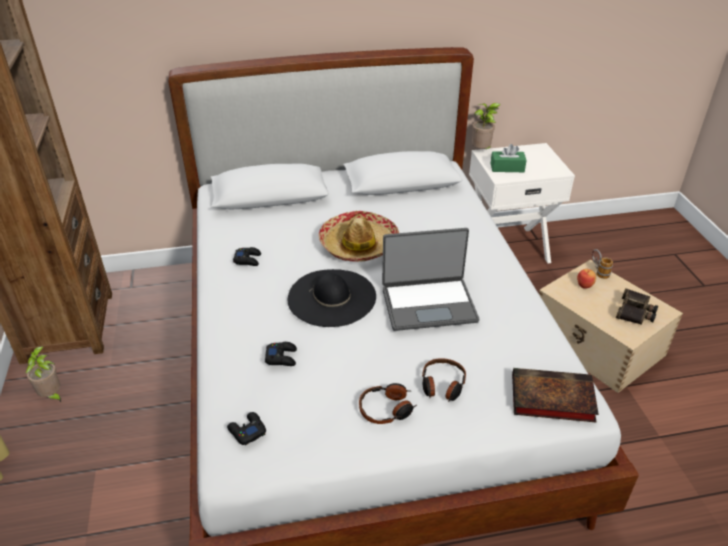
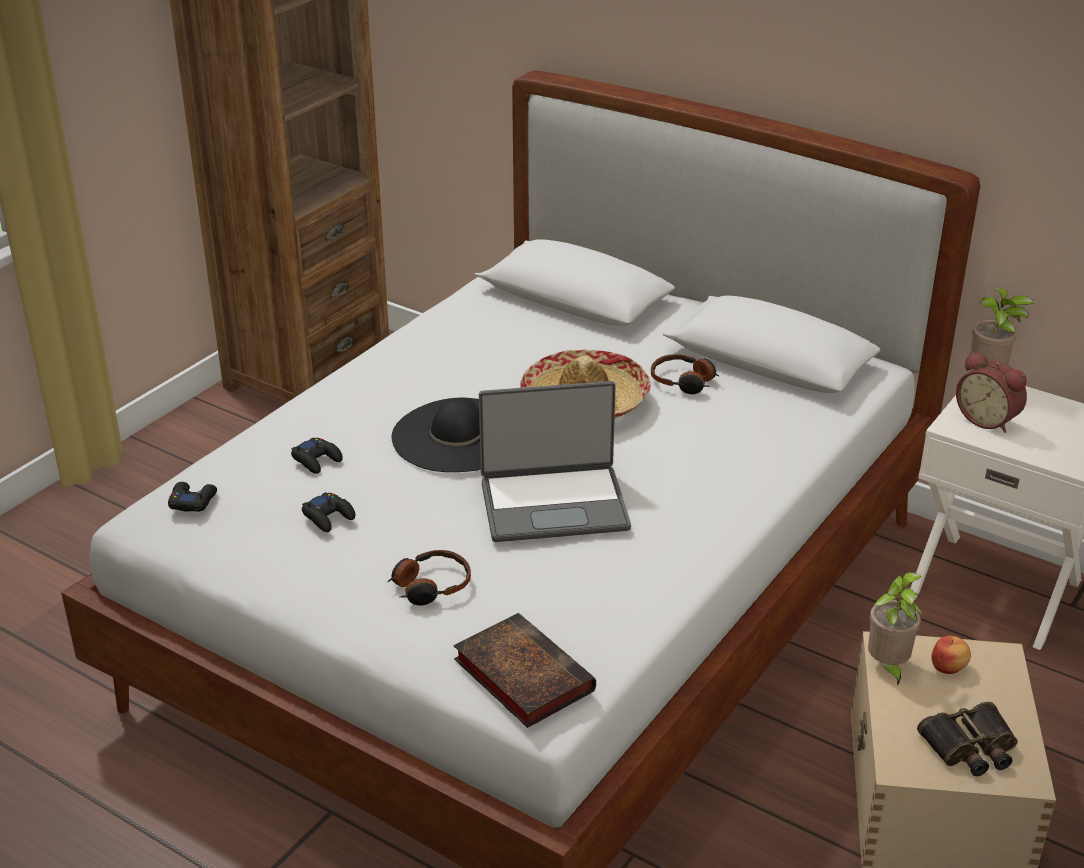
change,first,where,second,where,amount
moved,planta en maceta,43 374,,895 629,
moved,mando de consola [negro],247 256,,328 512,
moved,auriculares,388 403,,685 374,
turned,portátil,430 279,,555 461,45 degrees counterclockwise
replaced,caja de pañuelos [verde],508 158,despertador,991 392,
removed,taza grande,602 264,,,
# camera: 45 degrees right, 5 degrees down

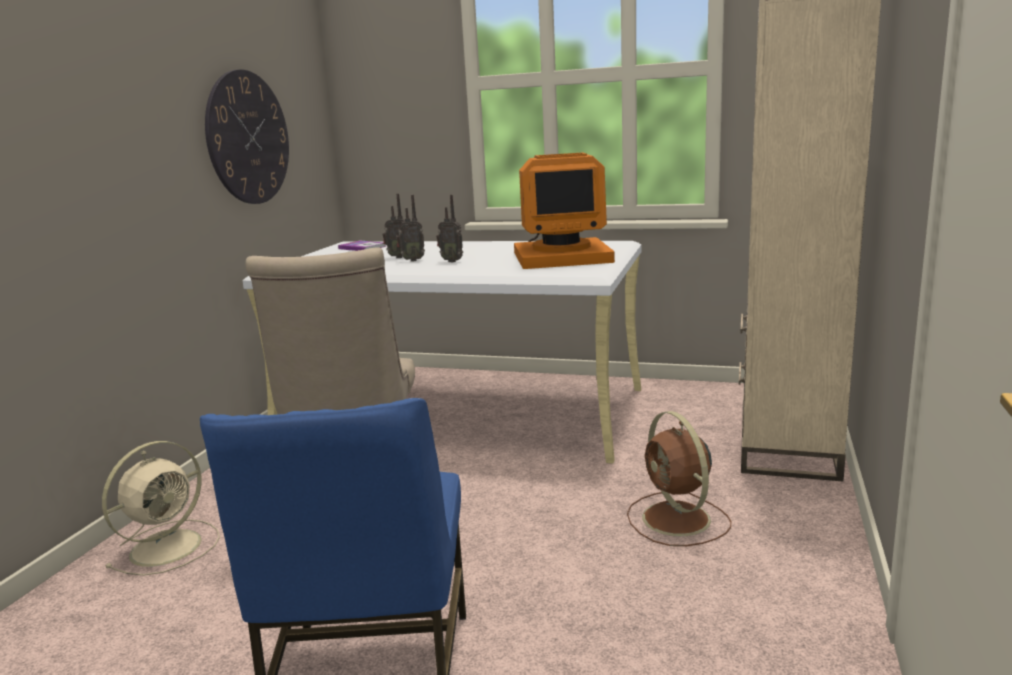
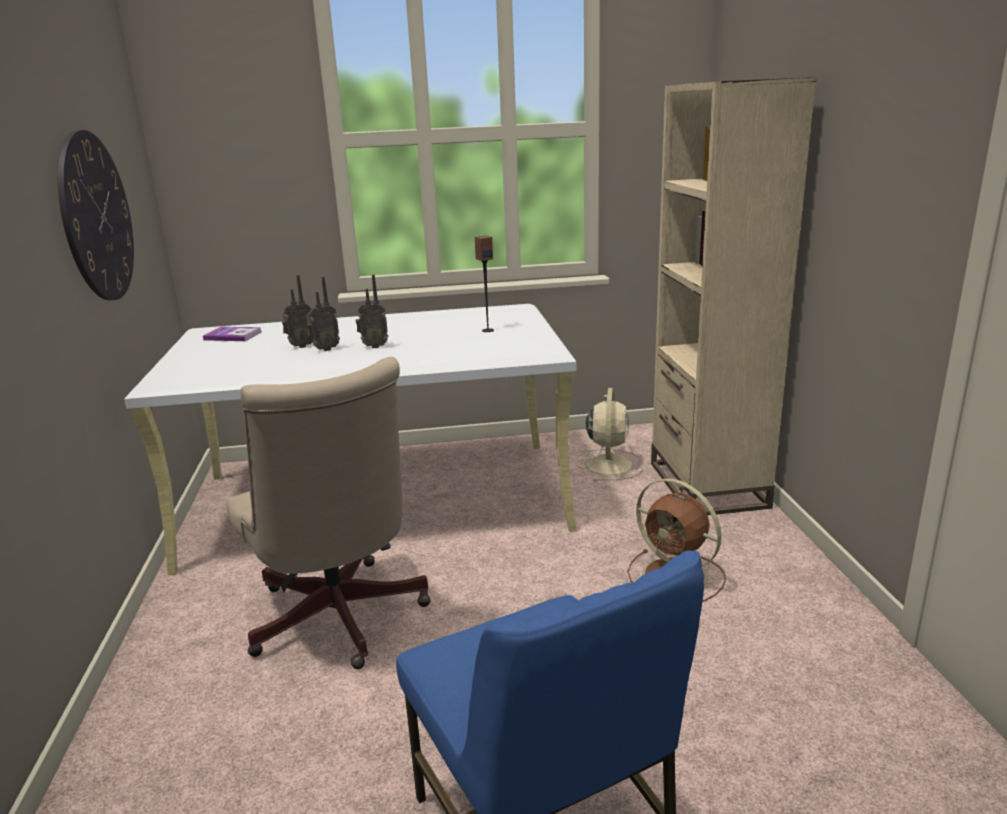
change,first,where,second,where,amount
moved,ventilador [beis],161 508,,608 434,
replaced,monitor,564 210,altavoz,484 284,
# camera: 25 degrees left, 5 degrees up

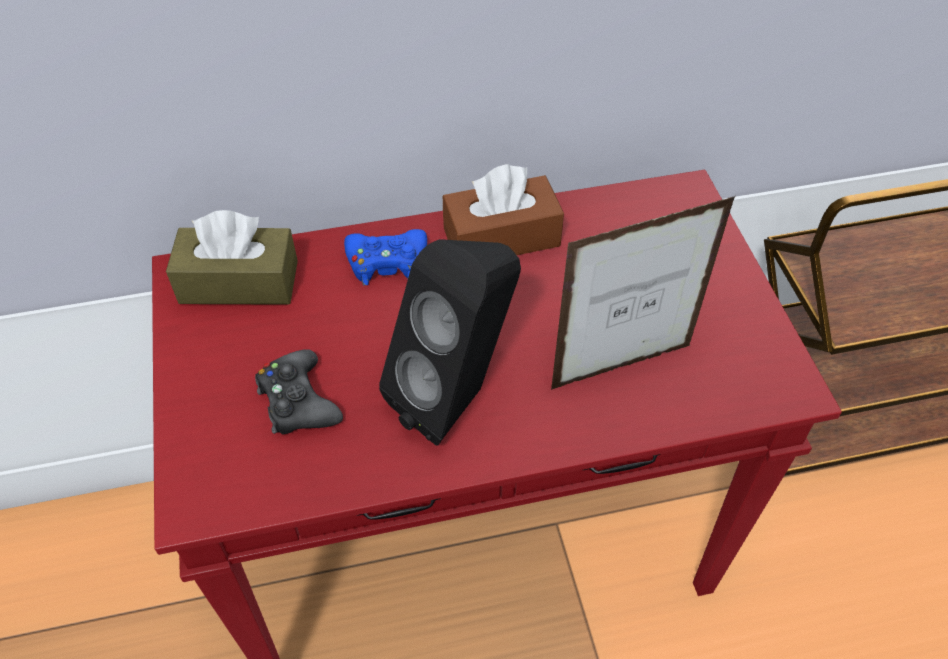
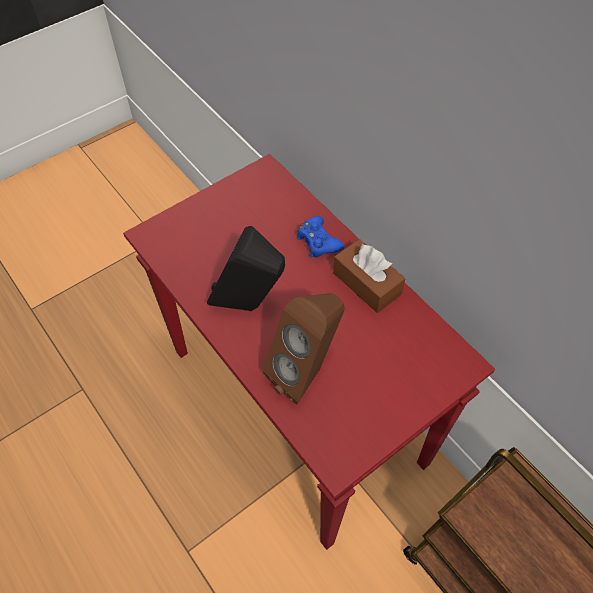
change,first,where,second,where,amount
removed,caja de pañuelos [marrón],232 257,,,
removed,mando de consola [negro],299 392,,,
replaced,portarretratos,643 293,altavoz [marrón],304 348,
# camera: 65 degrees right, 5 degrees up

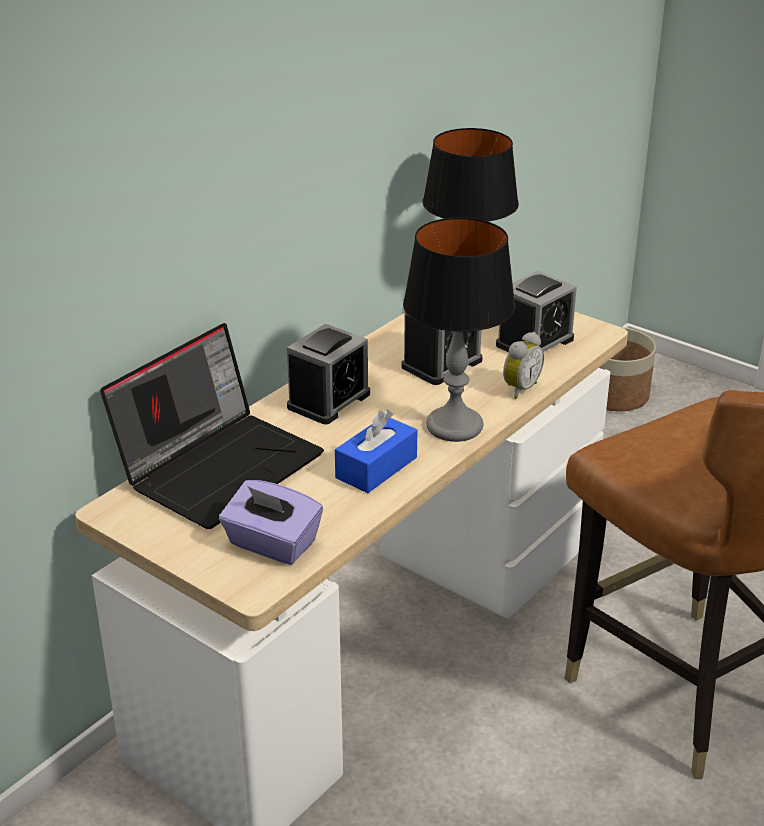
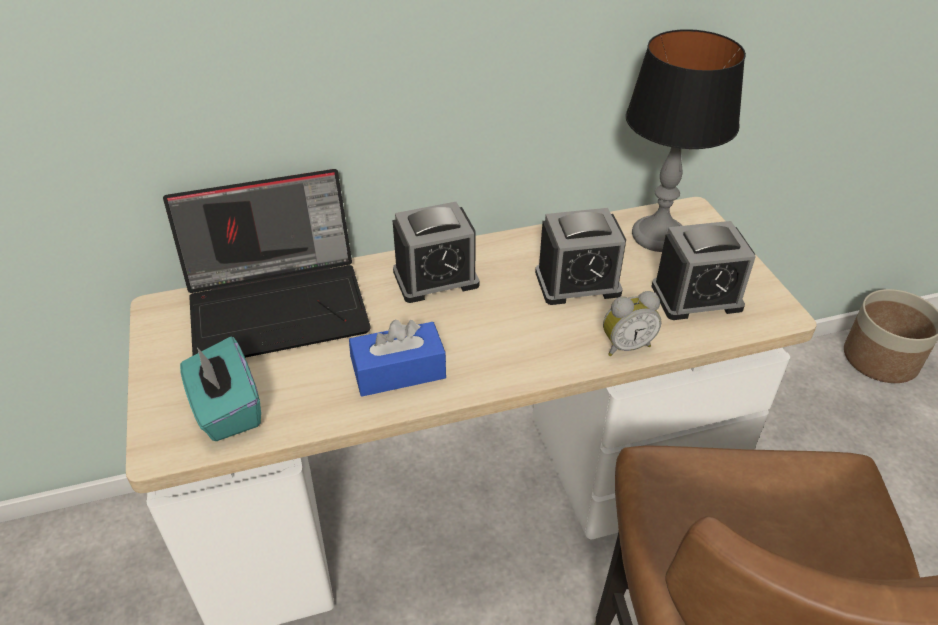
change,first,where,second,where,amount
recoloured,caja de pañuelos [morado],271 522,caja de pañuelos [turquesa],220 388,
removed,lámpara de mesa,459 330,,,
# camera: 35 degrees right, 10 degrees up

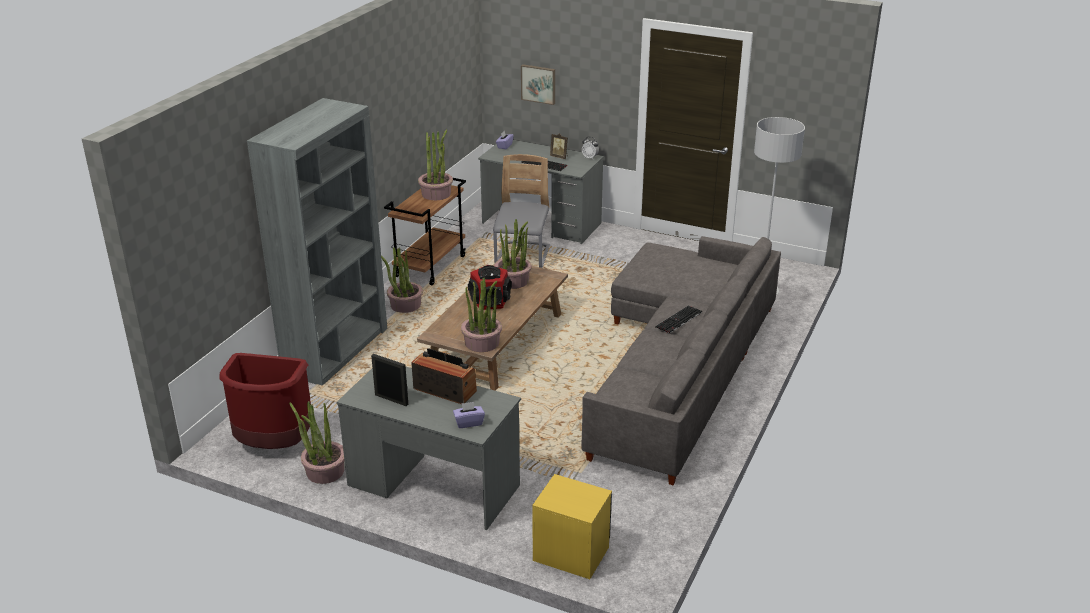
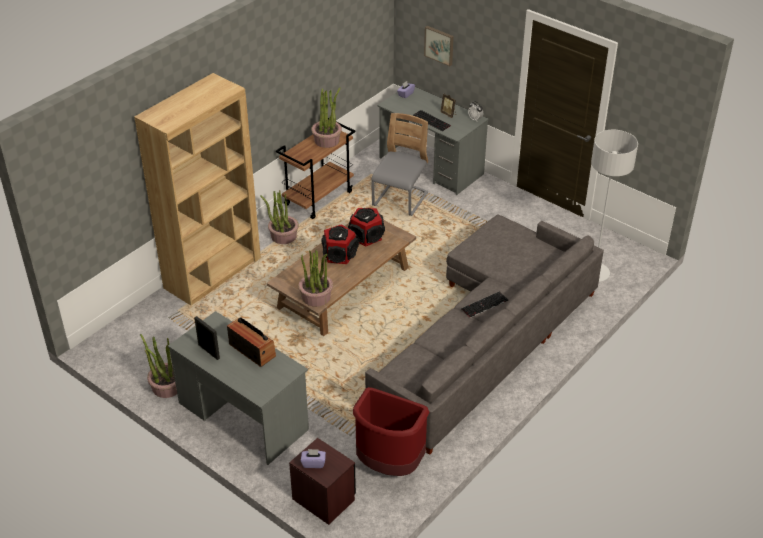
change,first,where,second,where,amount
moved,papelera [rojo],265 401,,391 431,
recoloured,estantería [gris],317 242,estantería [marrón],197 189,
moved,caja de pañuelos [morado],469 415,,313 458,
replaced,planta en maceta,513 254,altavoz,366 227,
recoloured,mesita de noche [amarillo],572 526,mesita de noche [marrón],322 481,
# camera: 15 degrees right, 10 degrees up

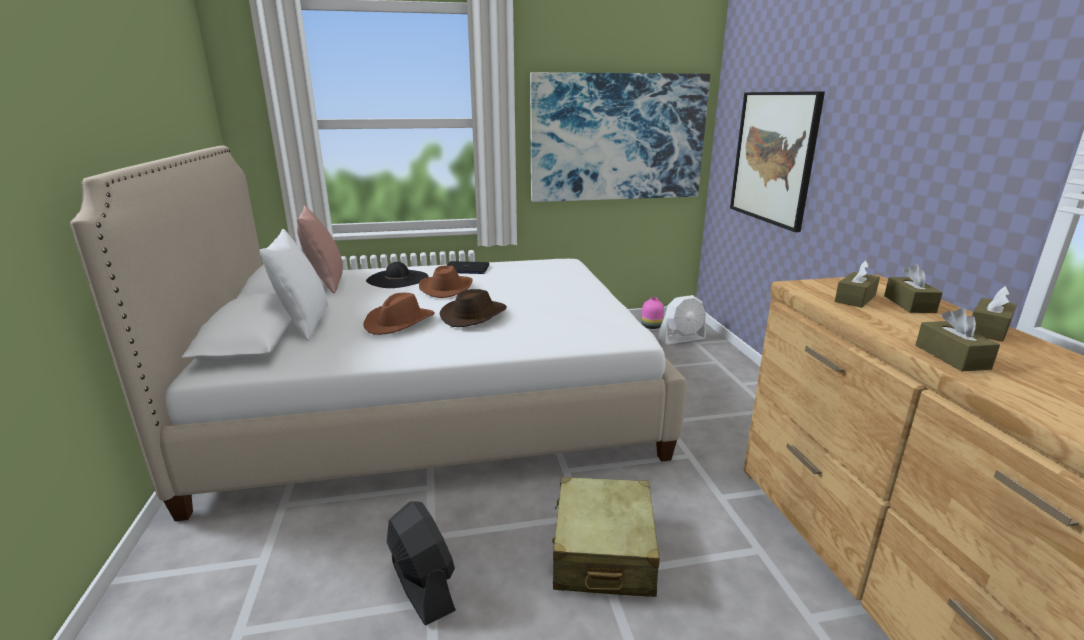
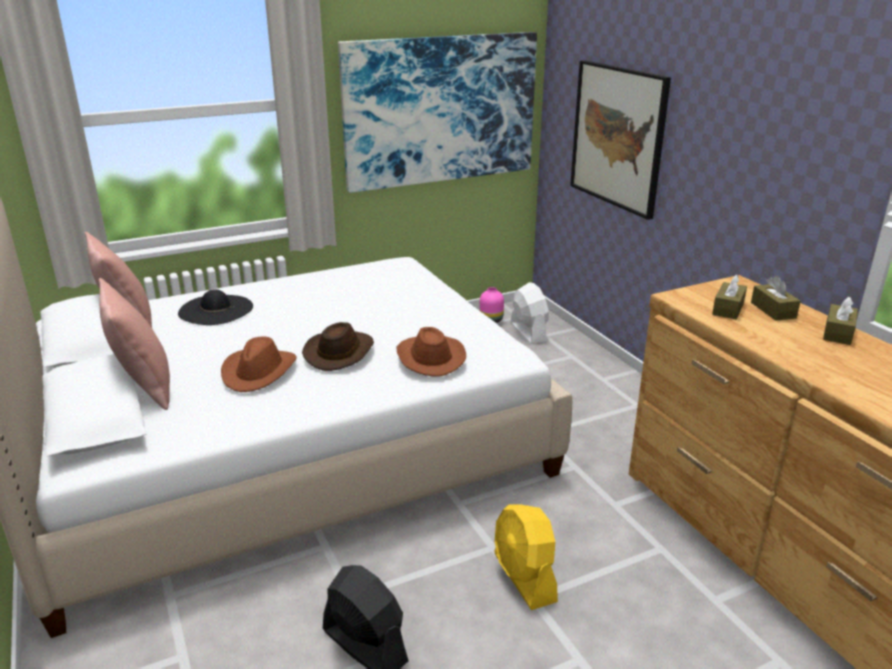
change,first,where,second,where,amount
recoloured,cojín [blanco],294 285,cojín [rosa],134 344,
moved,sombrero [marrón],446 282,,431 352,
removed,portátil,467 267,,,
replaced,maleta [beis],606 537,ventilador [amarillo],526 557,
turned,ventilador [blanco],682 320,,530 313,75 degrees counterclockwise
removed,caja de pañuelos [marrón],958 339,,,
# camera: 15 degrees left, 5 degrees up

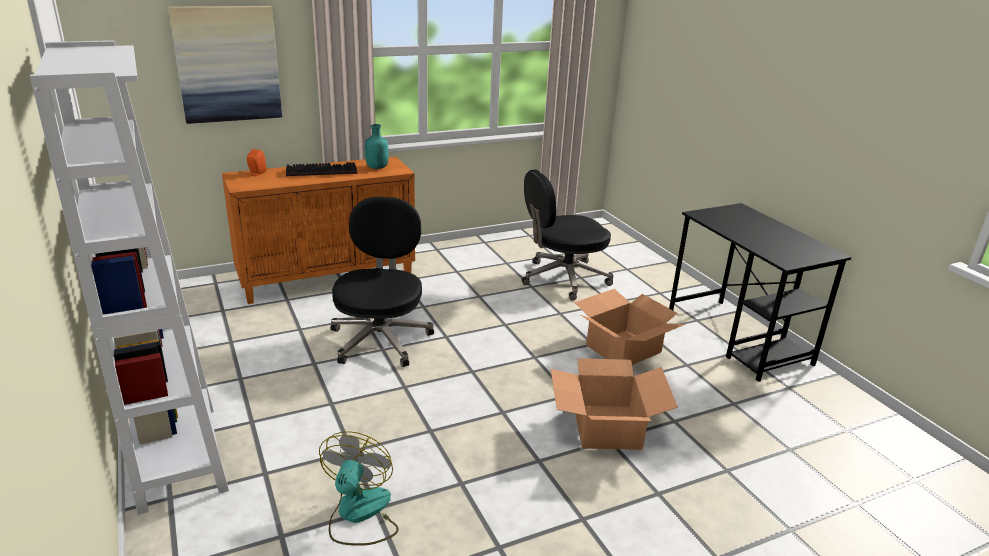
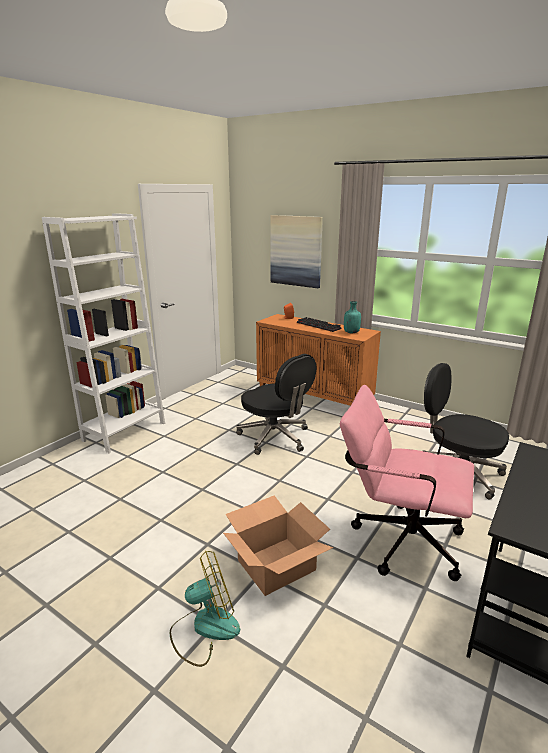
change,first,where,second,where,amount
moved,ventilador,359 488,,205 609,
turned,silla de oficina [negro],382 282,,276 404,75 degrees clockwise
replaced,caja de cartón,630 327,silla de oficina [rosa],407 483,
# camera: 60 degrees right, 5 degrees down

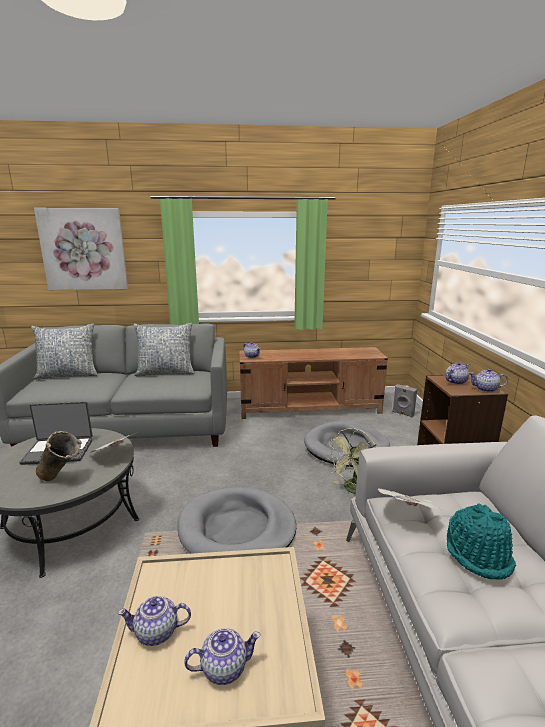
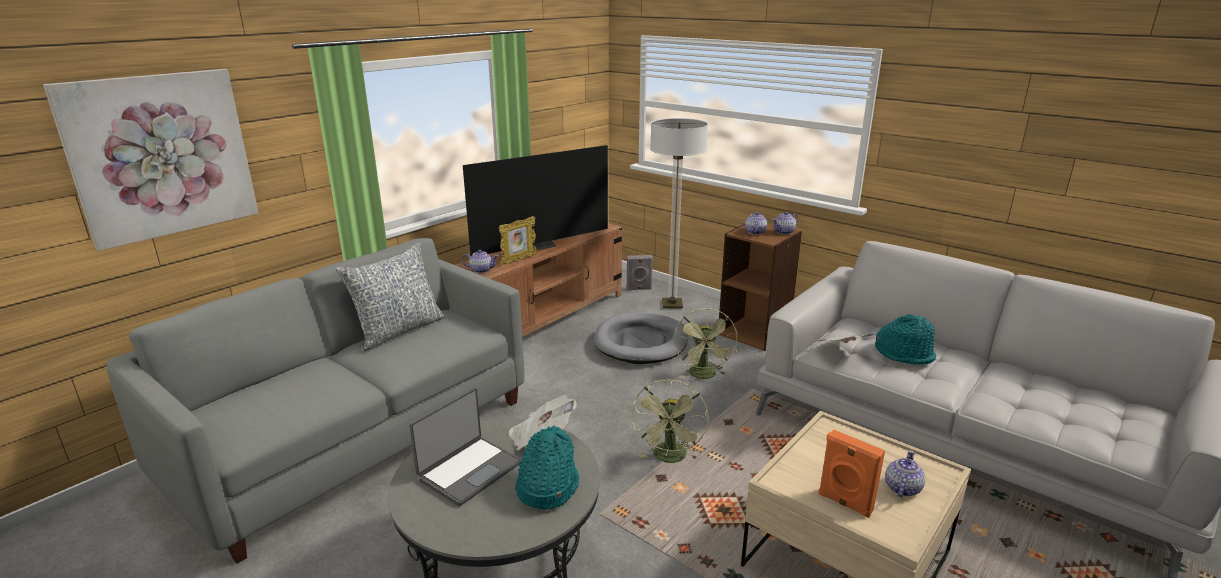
change,first,where,second,where,amount
removed,cojín,64 351,,,
replaced,florero [beis],59 456,sombrero [turquesa],547 467,
replaced,tetera,154 620,altavoz [naranja],851 473,
replaced,cama para perro [gris],237 520,ventilador [verde],670 421,
added,,,televisor,535 200,
added,,,portarretratos,518 241,
added,,,lámpara de pie,679 213,
# camera: 45 degrees left, 5 degrees up

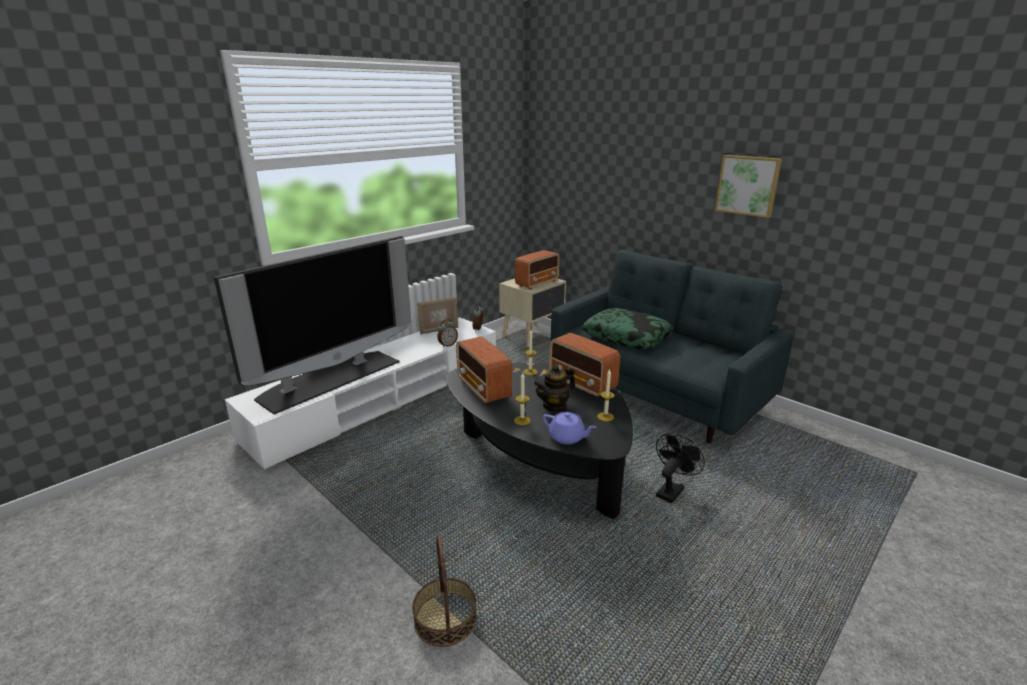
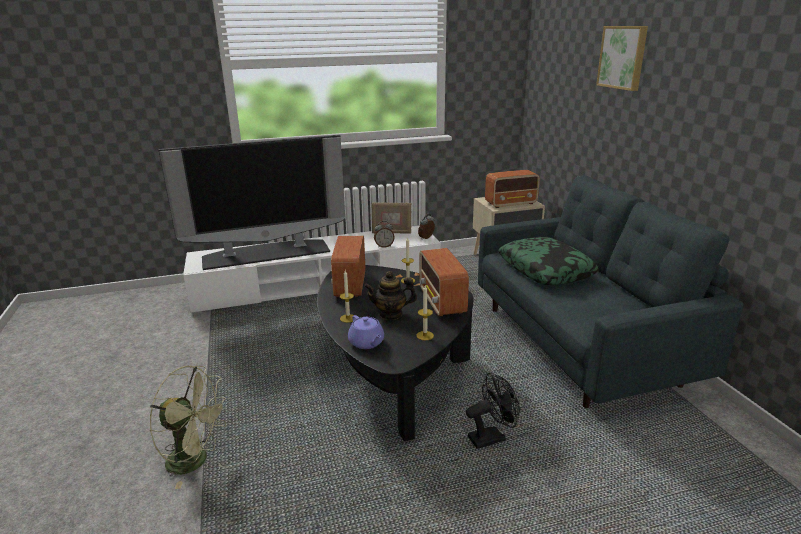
change,first,where,second,where,amount
replaced,cesta,444 590,ventilador [verde],189 427,
moved,cuadro,748 186,,622 58,
# camera: 30 degrees right, 0 degrees up

